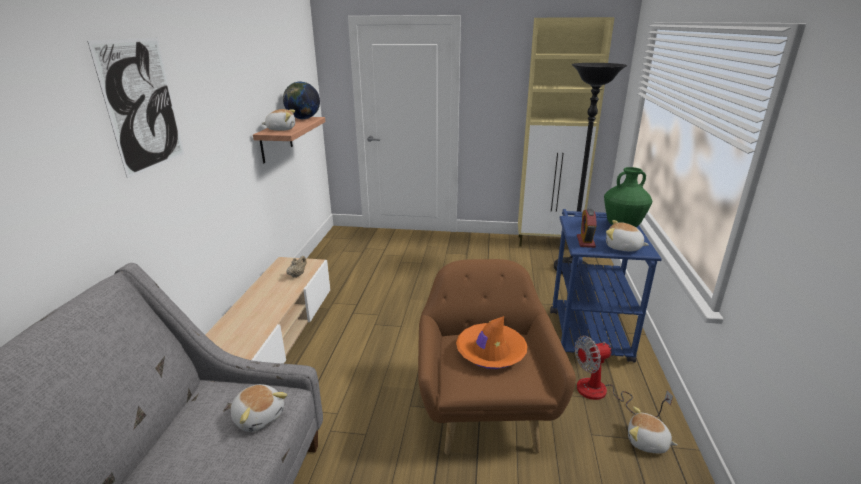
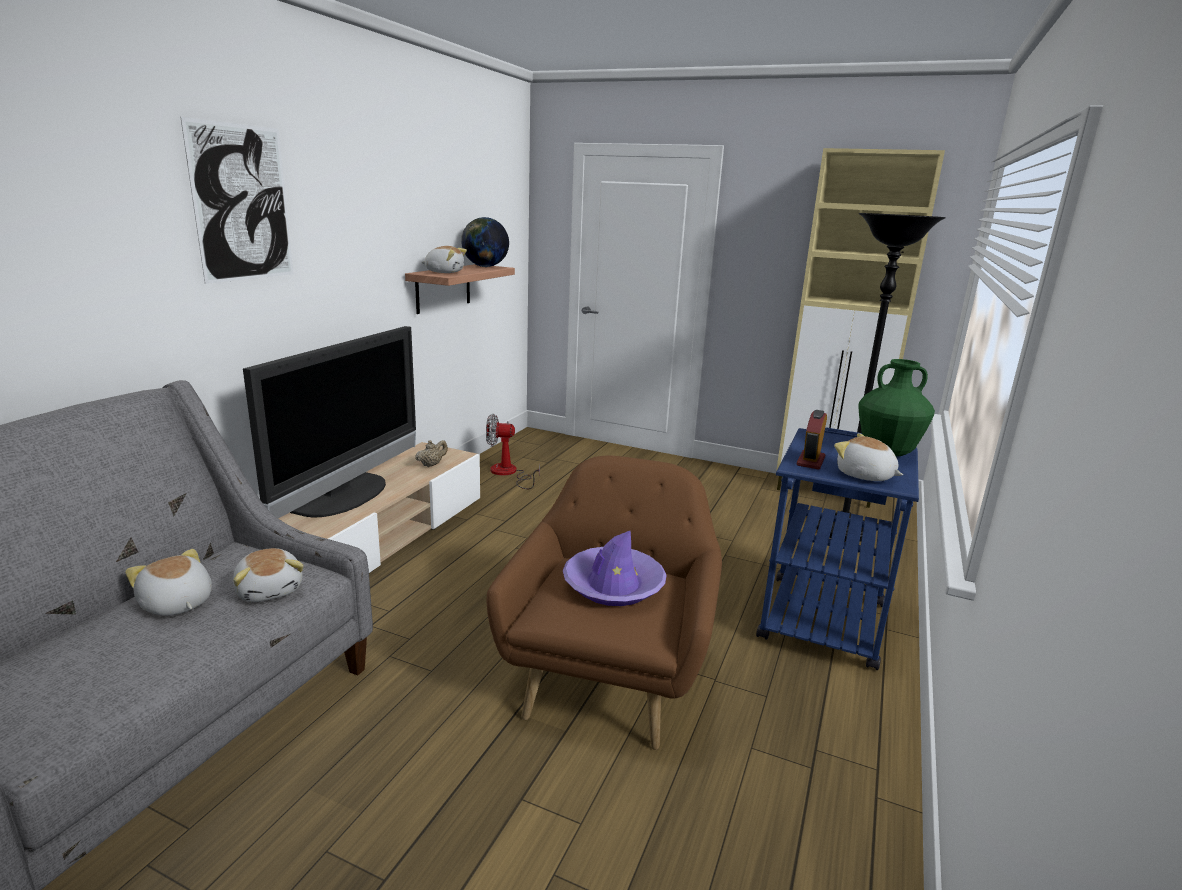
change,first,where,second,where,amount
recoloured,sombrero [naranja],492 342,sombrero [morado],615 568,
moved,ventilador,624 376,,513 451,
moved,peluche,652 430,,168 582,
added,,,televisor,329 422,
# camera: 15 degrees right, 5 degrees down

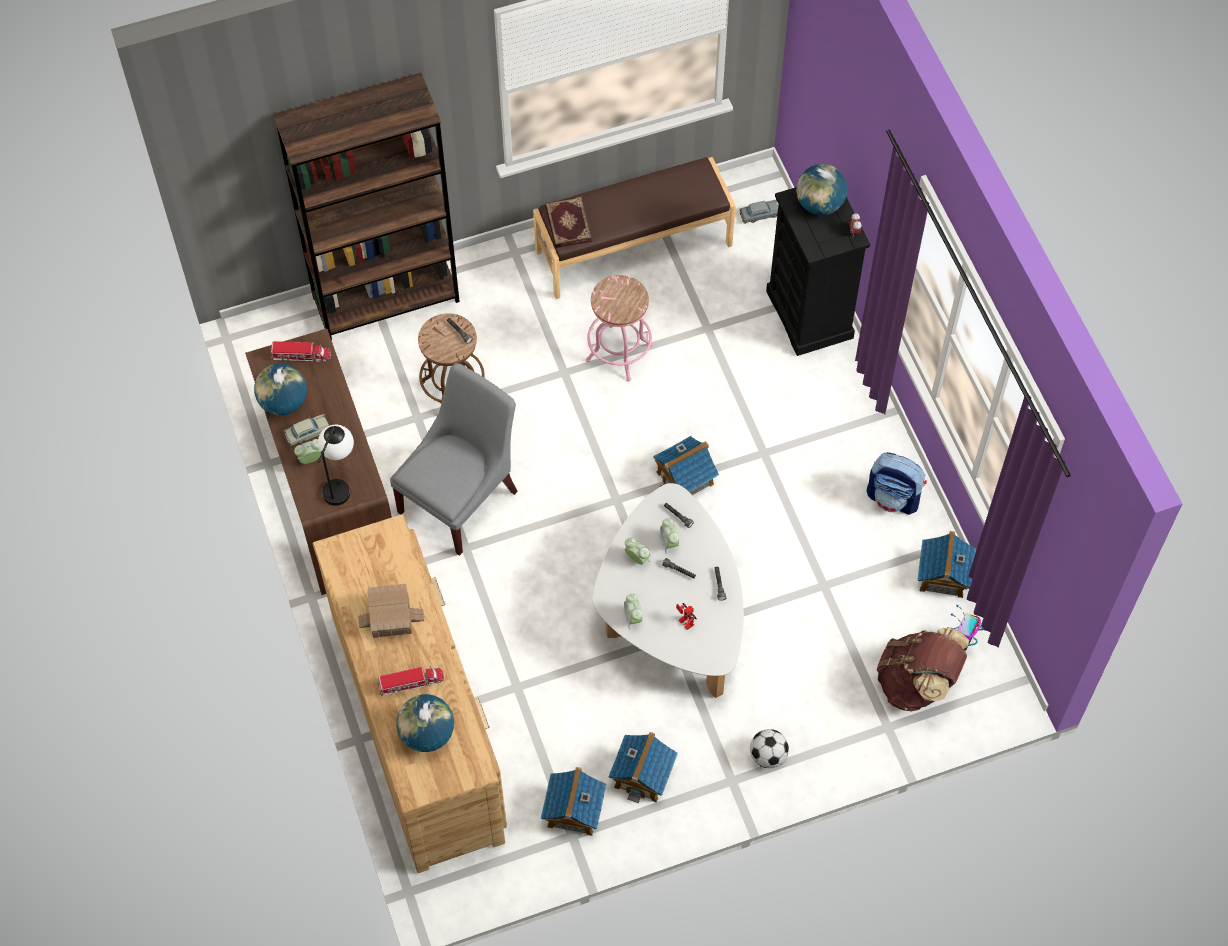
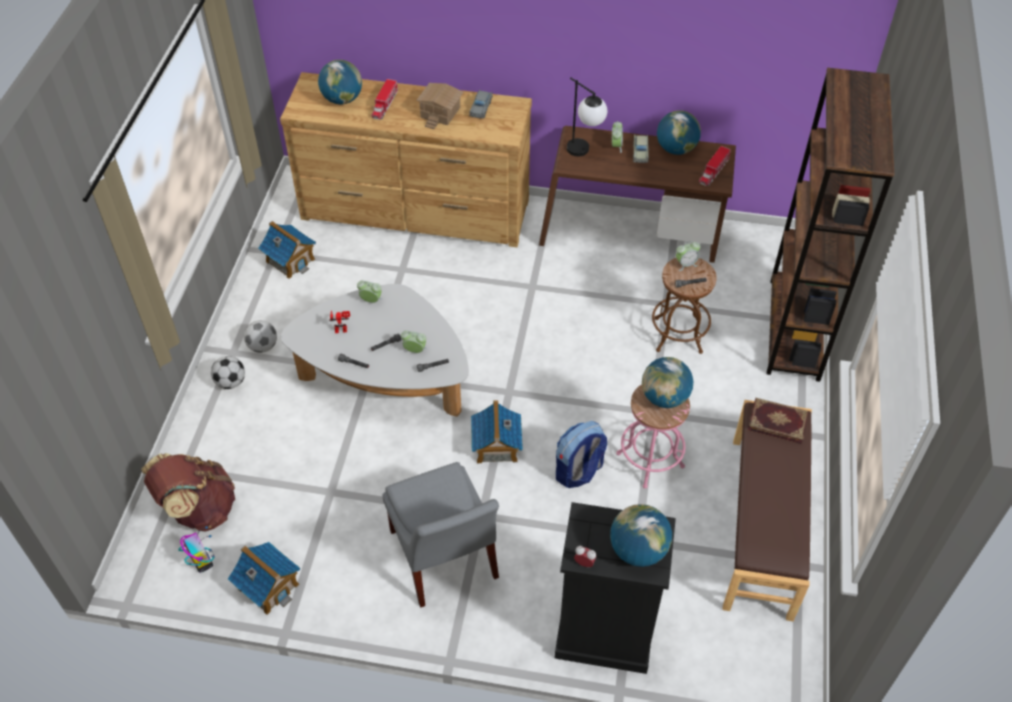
change,first,where,second,where,amount
moved,silla [gris],454 459,,440 534,
removed,casita,643 767,,,
moved,despertador,638 551,,688 256,
moved,coche de juguete [gris],759 212,,481 104,
moved,mochila,897 483,,581 454,
added,,,balón de fútbol,260 336,
added,,,globo terráqueo,667 382,
# camera: 120 degrees right, 10 degrees down

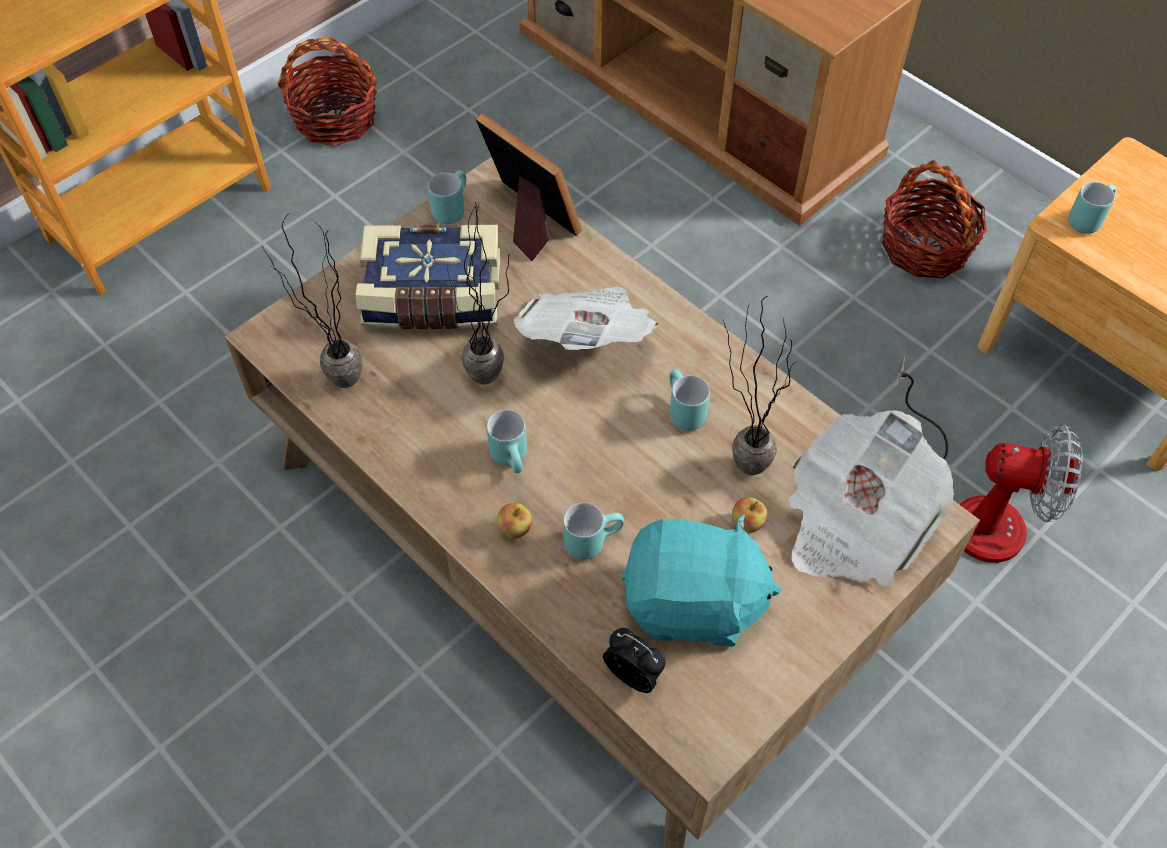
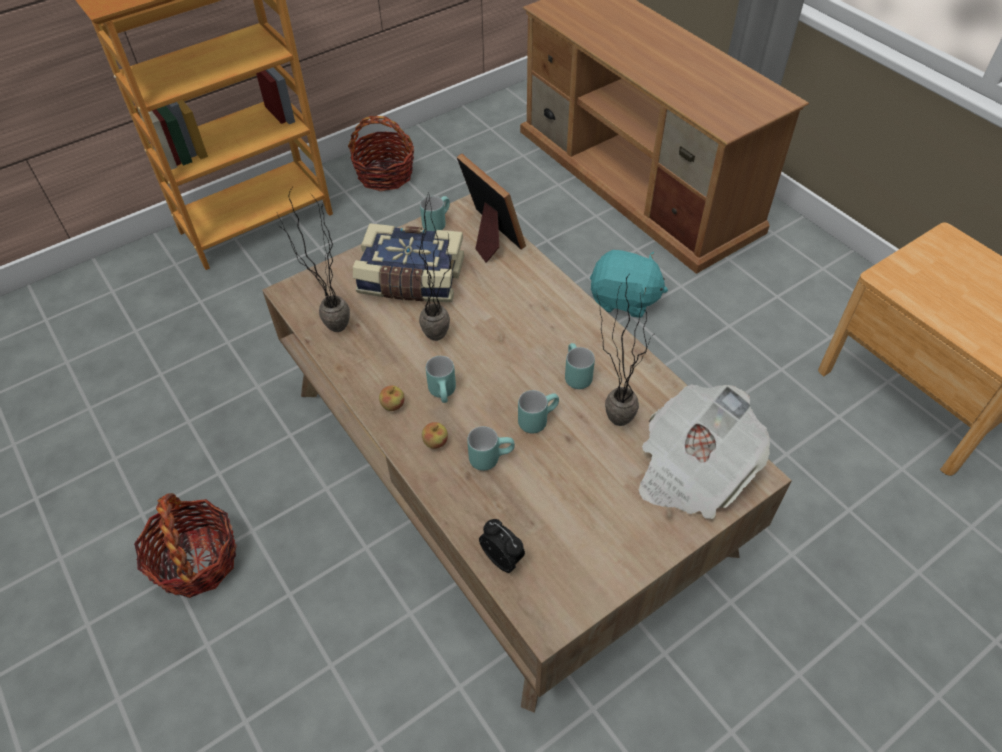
change,first,where,second,where,amount
removed,periódico,586 318,,,
moved,peluche [turquesa],701 580,,629 284,
moved,manzana,749 515,,391 398,
moved,cesta,934 219,,185 545,
removed,ventilador,989 460,,,
moved,taza grande [turquesa],1092 208,,538 411,
# camera: 10 degrees right, 5 degrees down

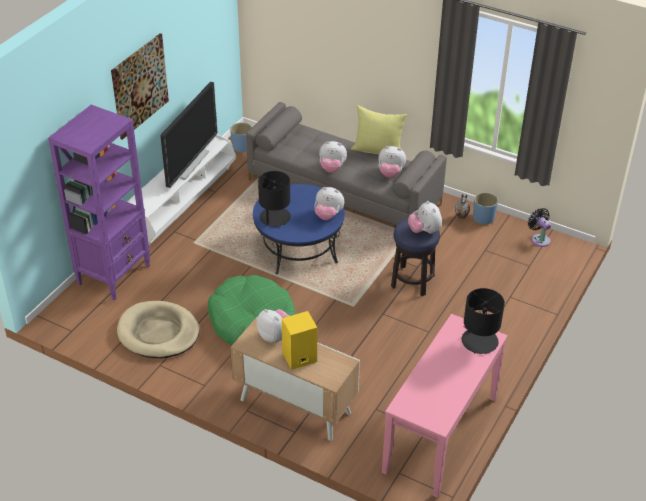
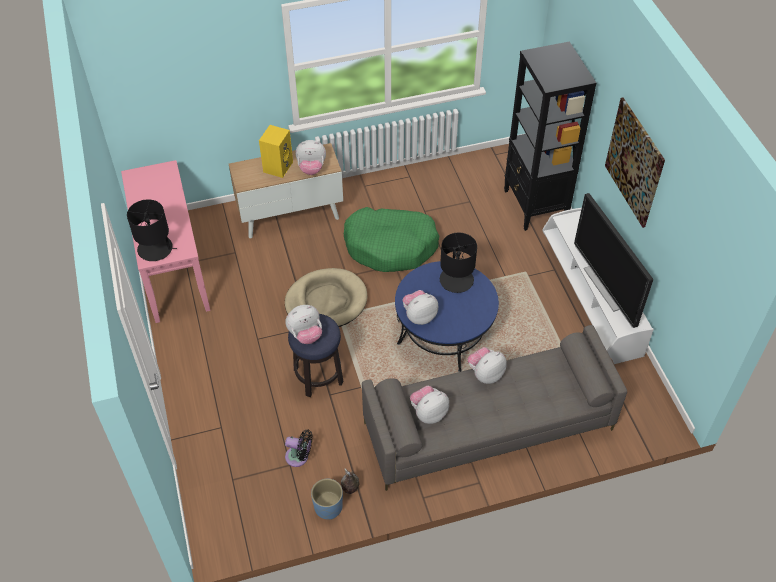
change,first,where,second,where,amount
recoloured,estantería [morado],99 203,estantería [negro],550 136,
moved,cama para perro [beis],158 329,,326 297,
removed,maceta [azul],241 137,,,
removed,cojín [amarillo],379 130,,,
turned,peluche,425 217,,304 324,135 degrees clockwise
moved,ventilador [negro],539 227,,299 448,
# camera: 135 degrees right, 10 degrees up

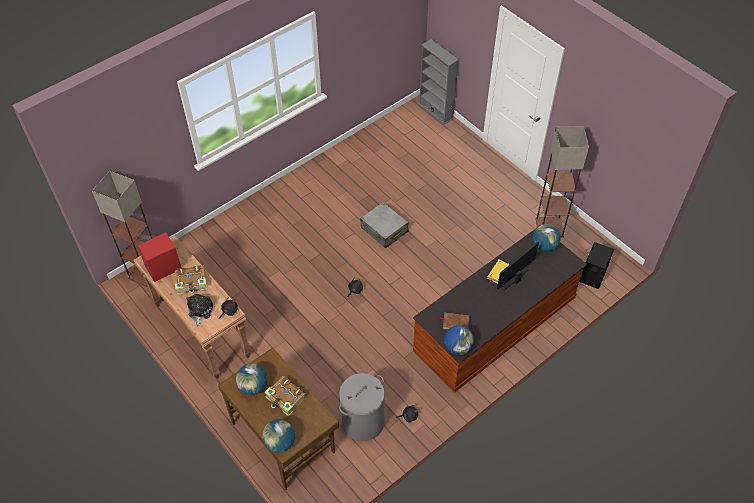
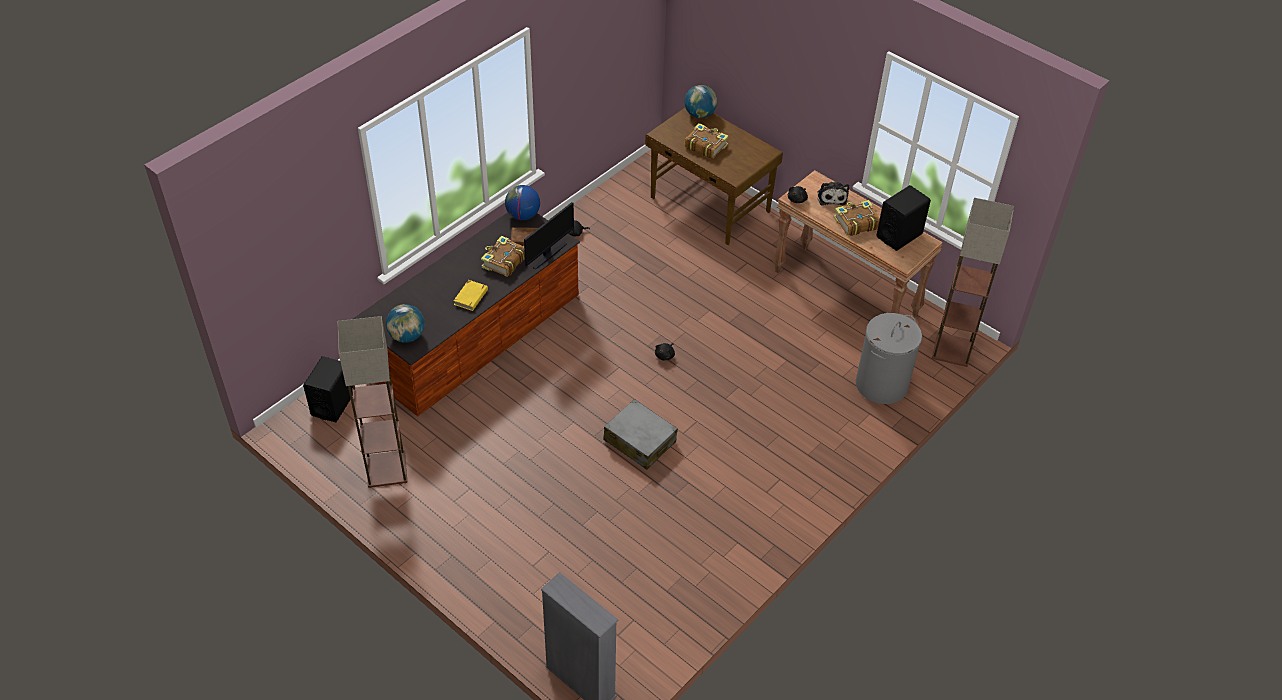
change,first,where,second,where,amount
recoloured,altavoz [rojo],159 257,altavoz [negro],903 218,
removed,globo terráqueo,251 379,,,
moved,cesto de la ropa [gris],362 407,,889 358,
moved,monitor,518 266,,549 236,
added,,,libro,503 256,
# camera: 170 degrees right, 5 degrees down

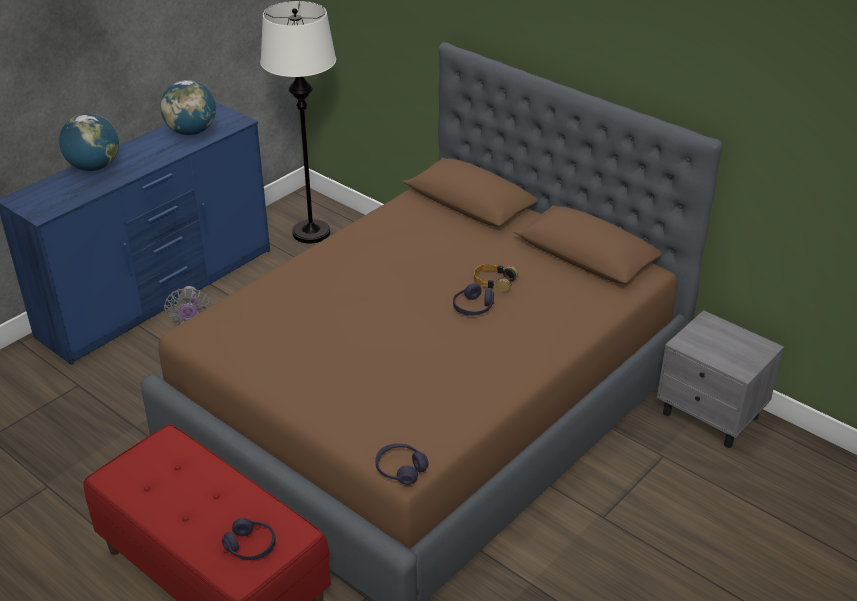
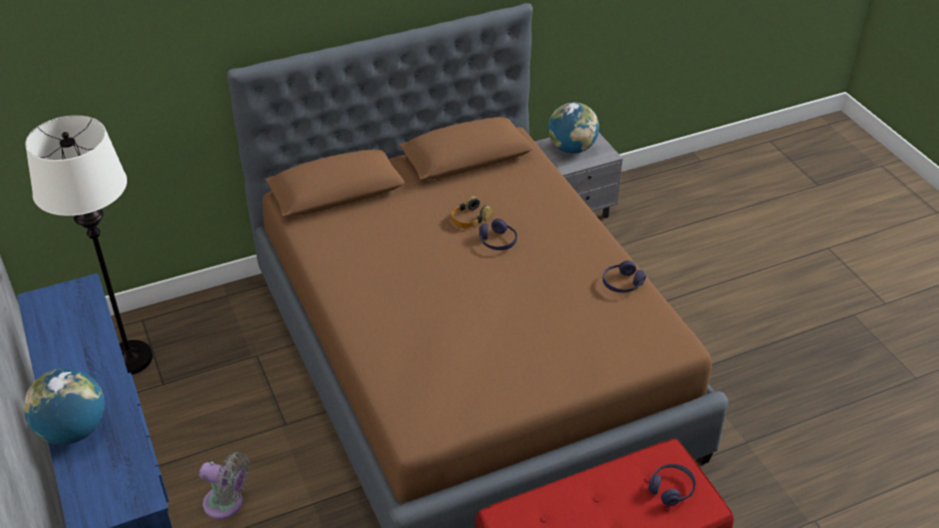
change,first,where,second,where,amount
moved,globo terráqueo,188 107,,573 128,
moved,auriculares [morado],402 464,,624 277,
# camera: 65 degrees left, 5 degrees up

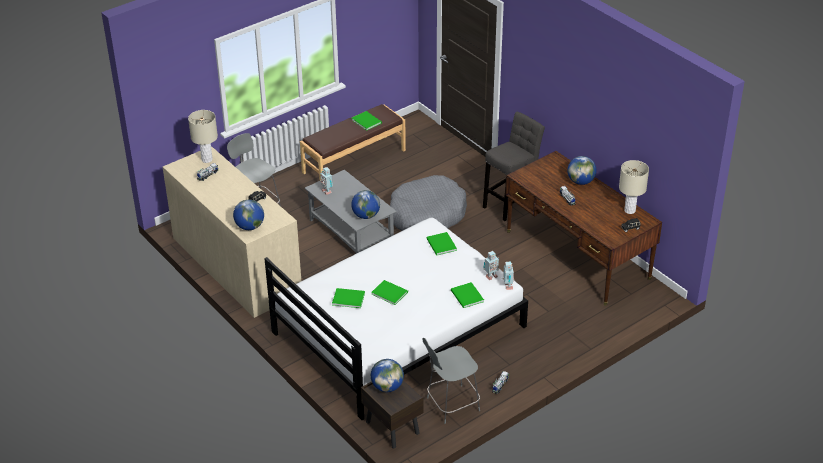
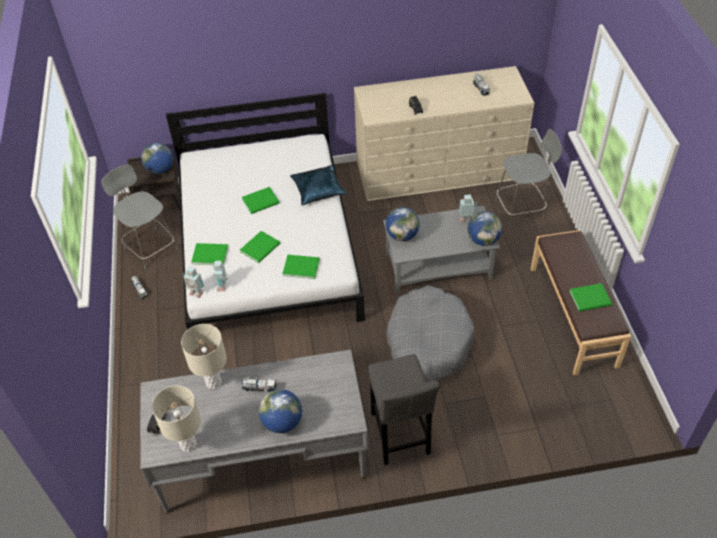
change,first,where,second,where,amount
moved,lámpara de mesa [beis],203 136,,204 356,
moved,globo terráqueo,248 215,,485 228,
moved,libro [verde],348 298,,260 247,
turned,silla [gris],451 381,,140 217,45 degrees counterclockwise
recoloured,escritorio [marrón],583 228,escritorio [gris],254 431,
added,,,cojín [azul],318 185,
# camera: 120 degrees right, 10 degrees up

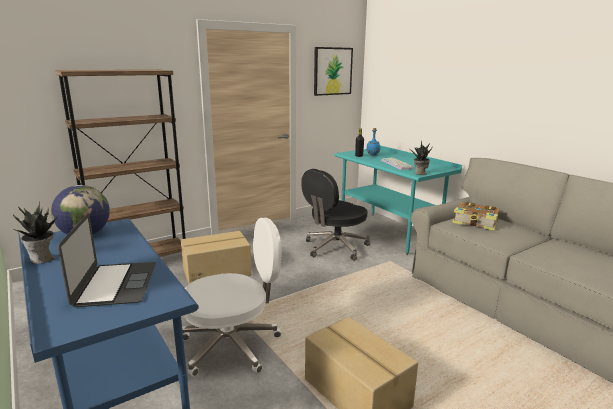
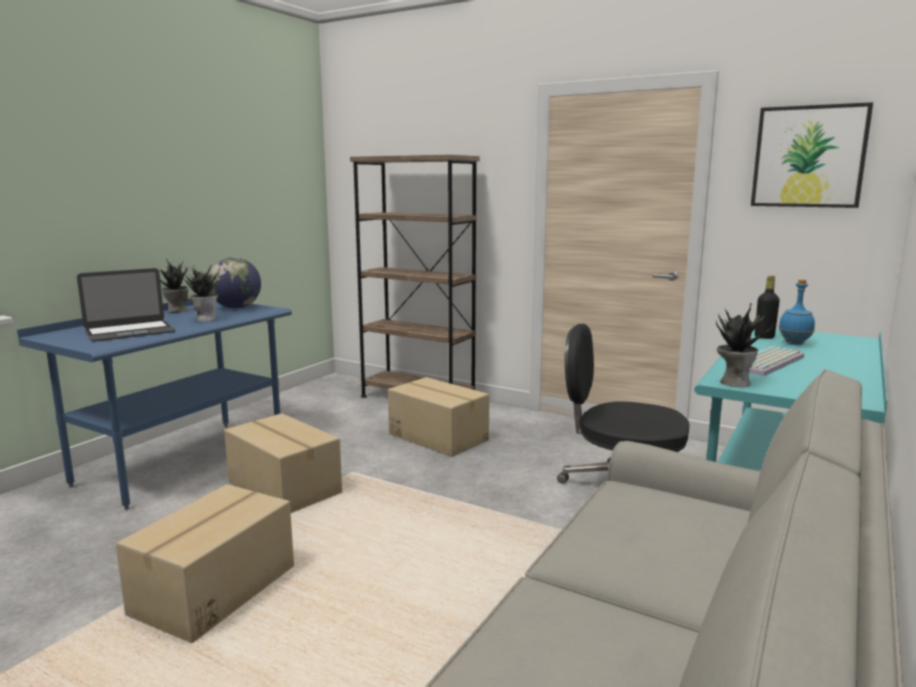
change,first,where,second,where,amount
replaced,silla de oficina [blanco],231 297,caja de cartón,283 463,
removed,libro,476 216,,,
added,,,planta en maceta,201 293,
# camera: 65 degrees right, 5 degrees down

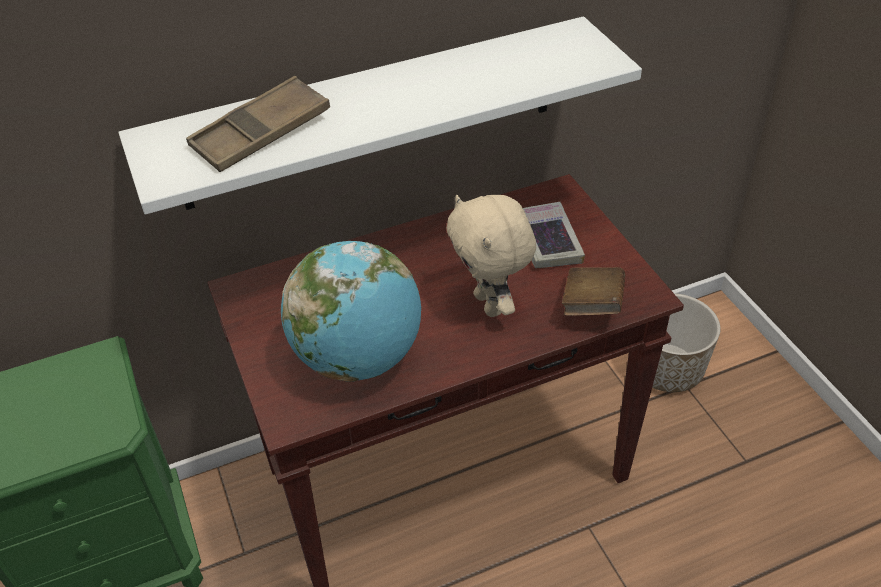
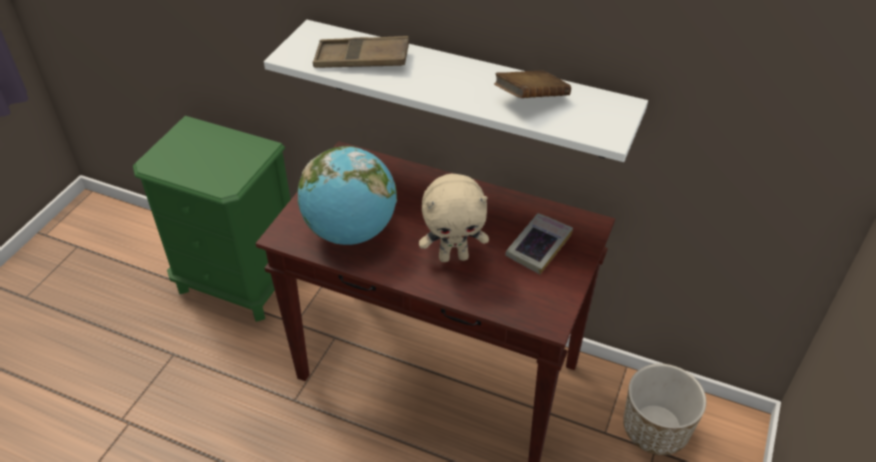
change,first,where,second,where,amount
turned,peluche [beis],491 256,,454 217,120 degrees counterclockwise
moved,libro [marrón],593 291,,532 84,
# camera: 45 degrees right, 0 degrees up

